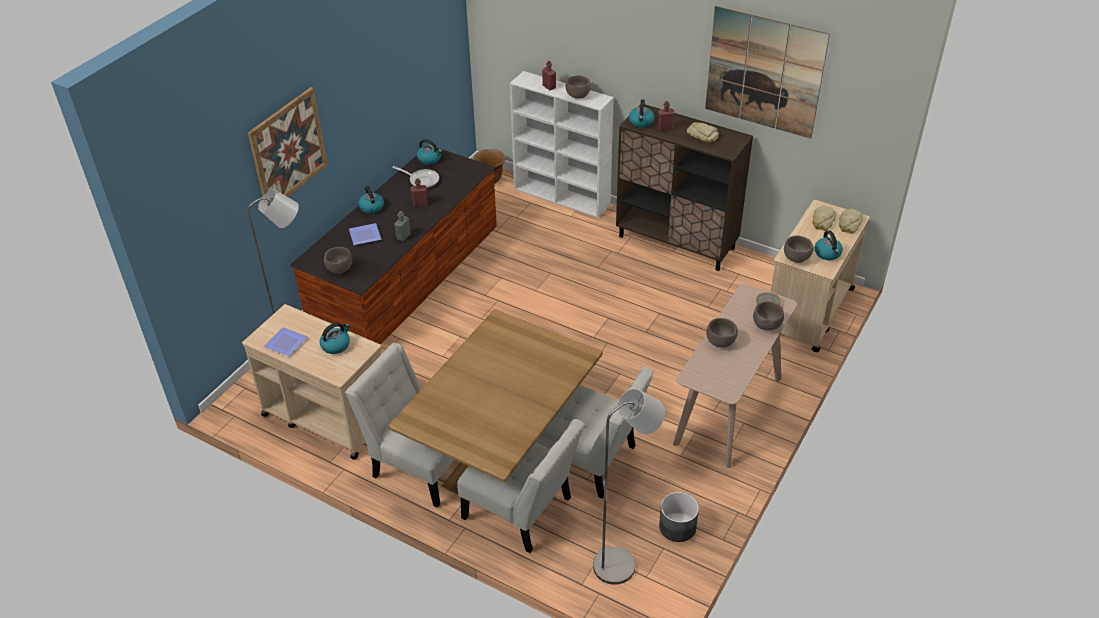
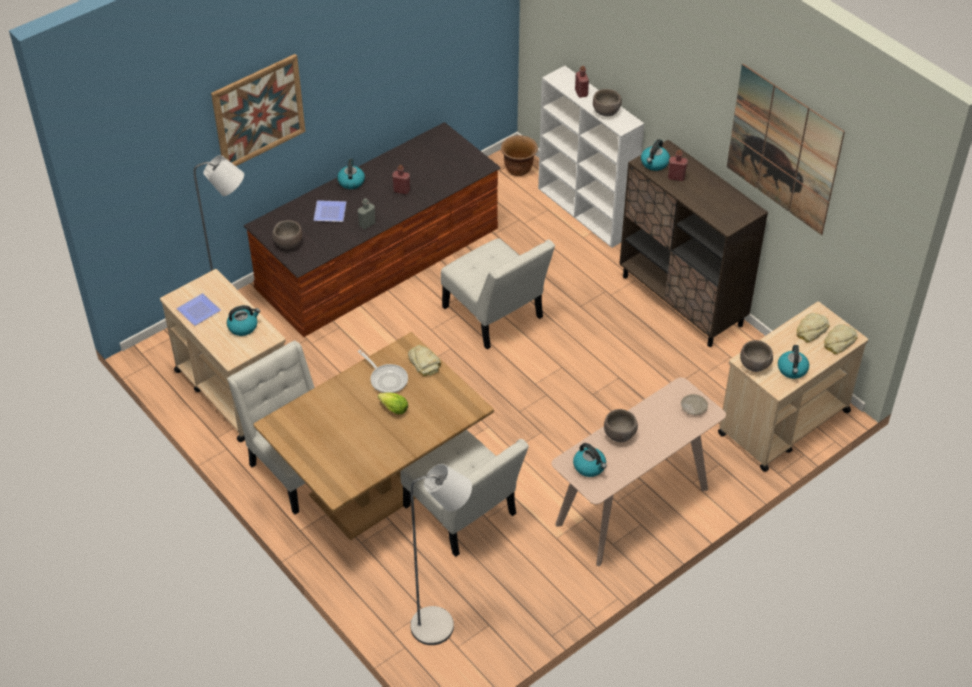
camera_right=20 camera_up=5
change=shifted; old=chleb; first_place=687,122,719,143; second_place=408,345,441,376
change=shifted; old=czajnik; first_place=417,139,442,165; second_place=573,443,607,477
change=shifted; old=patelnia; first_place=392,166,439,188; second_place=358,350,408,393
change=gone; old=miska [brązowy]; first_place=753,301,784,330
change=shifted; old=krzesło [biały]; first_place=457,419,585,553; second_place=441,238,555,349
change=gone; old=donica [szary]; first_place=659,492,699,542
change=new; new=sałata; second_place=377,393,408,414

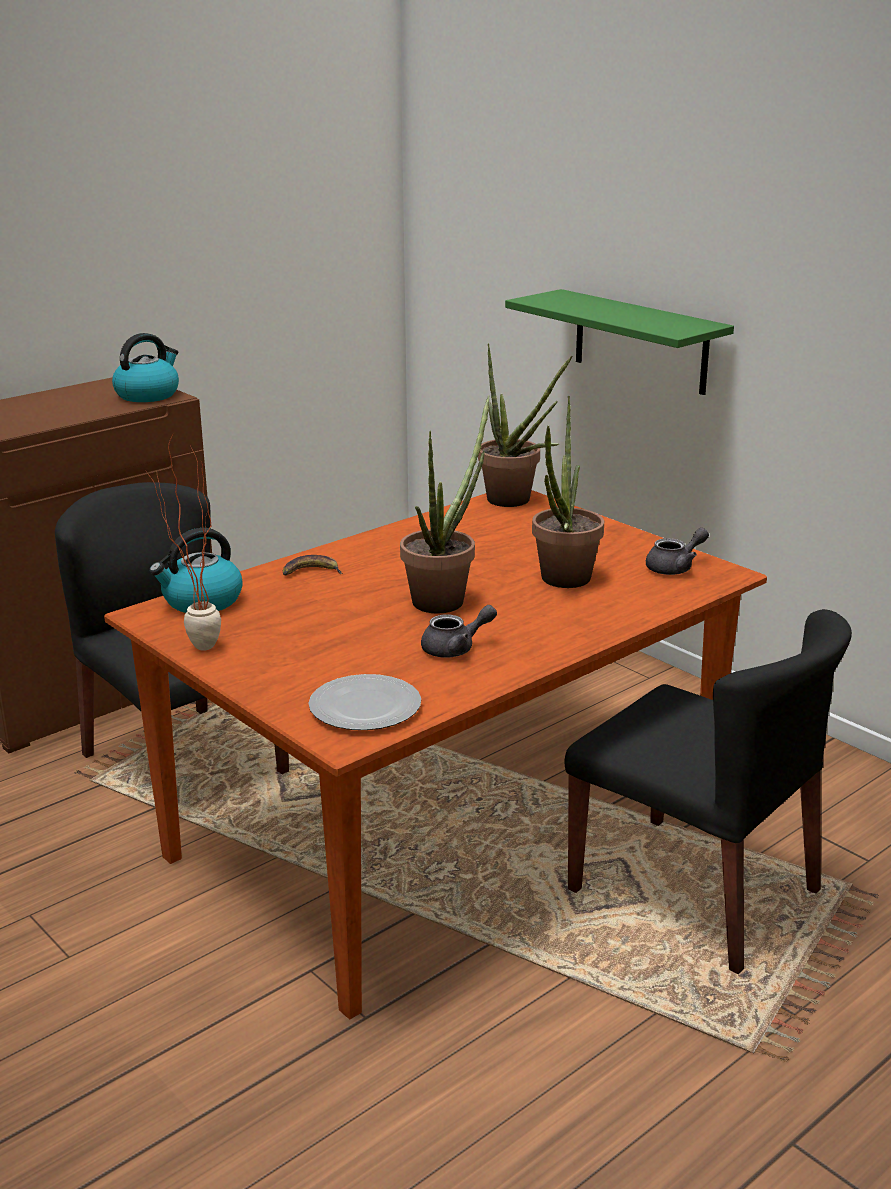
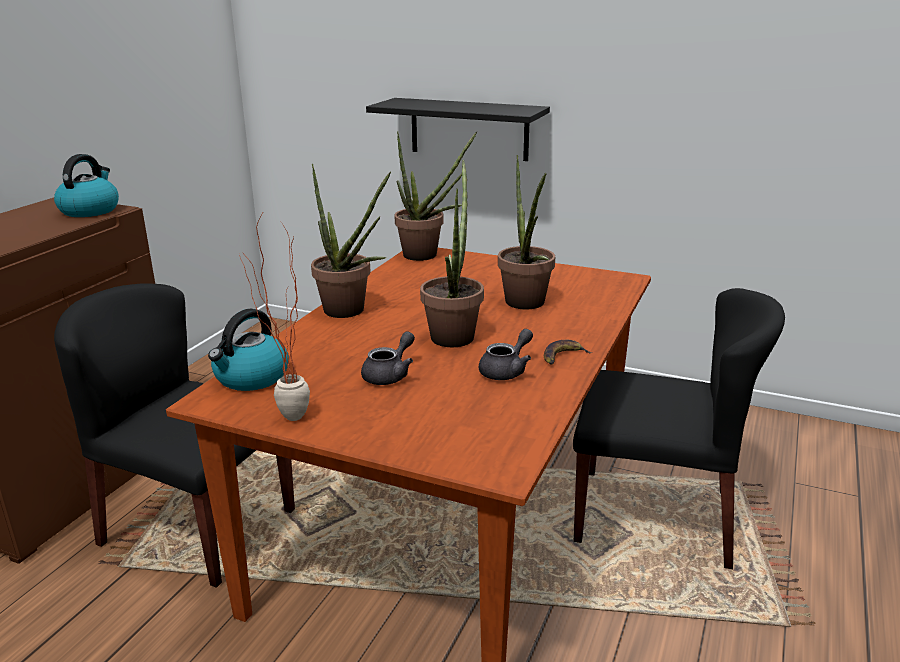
camera_right=-25 camera_up=0
change=repainted; old=półka [zielony]; new=półka [czarny]; first_place=505,289,734,395; second_place=366,98,550,161
change=shifted; old=imbryk [szary]; first_place=646,528,709,575; second_place=361,332,415,385
change=shifted; old=banan; first_place=283,555,343,575; second_place=544,340,592,364
change=gone; old=talerz; first_place=309,674,421,730
change=new; new=roślina doniczkowa; second_place=311,164,391,318

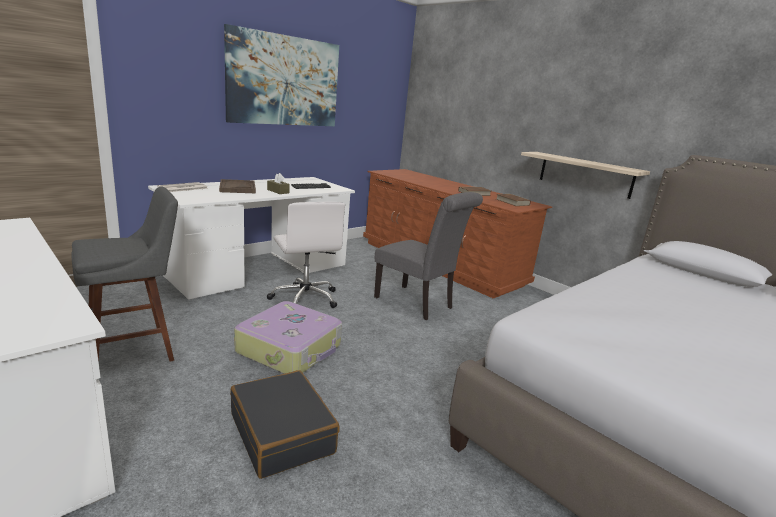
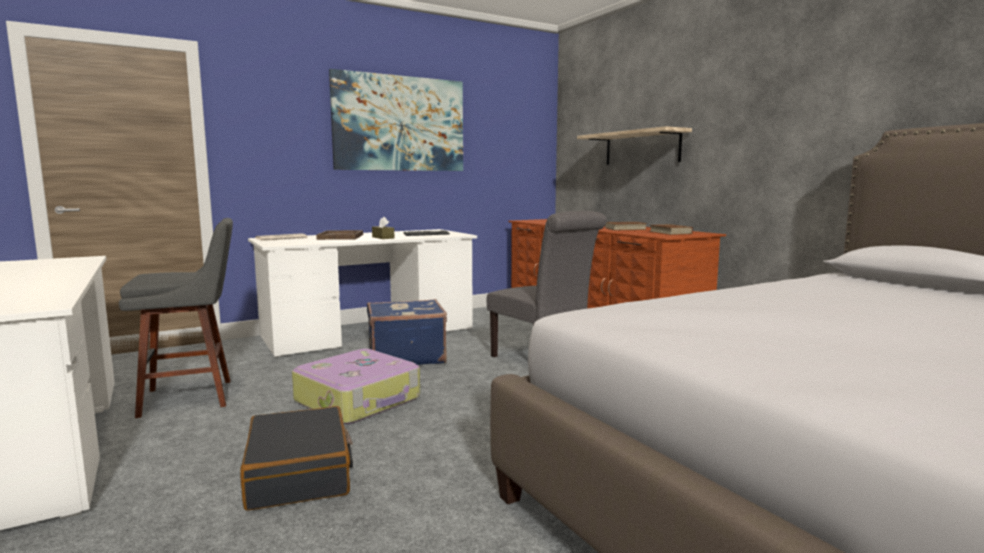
camera_right=15 camera_up=-10
change=shifted; old=półka; first_place=521,152,650,199; second_place=577,126,692,165
change=swapped; old=krzesło biurowe [biały]; new=walizka [niebieski]; first_place=267,202,345,308; second_place=367,299,447,365

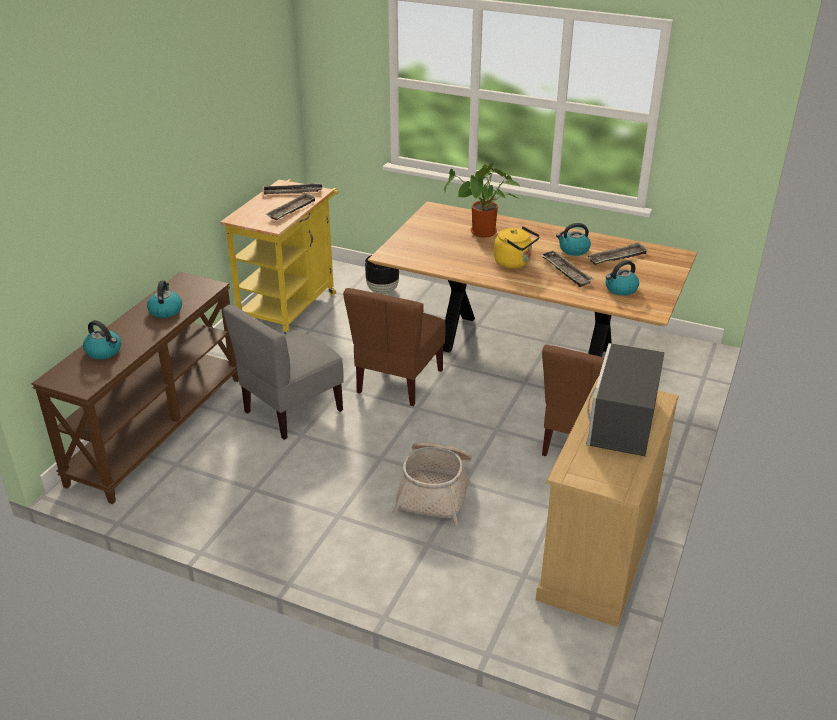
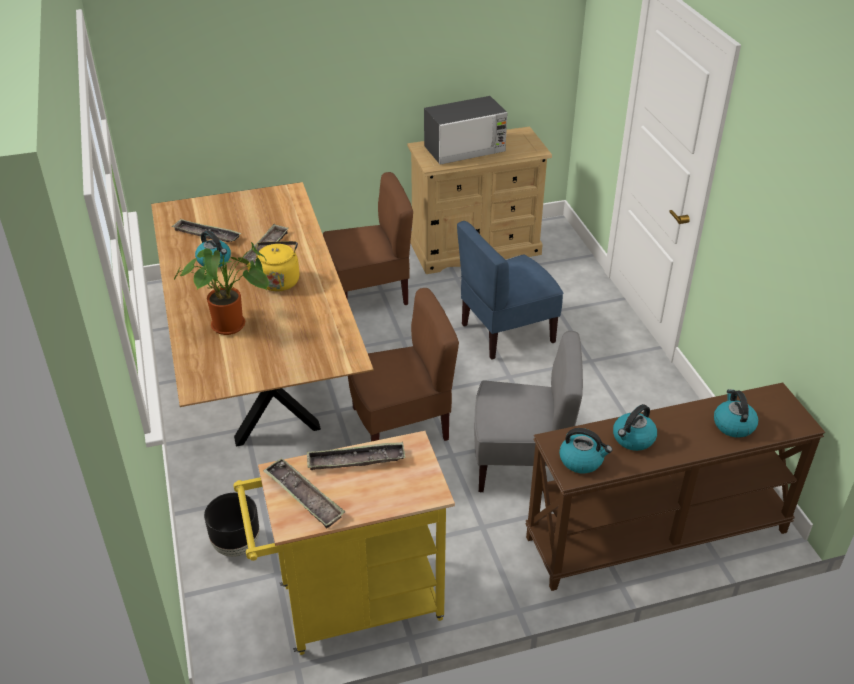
camera_right=-130 camera_up=5
change=shifted; old=czajnik; first_place=606,260,639,296; second_place=559,428,612,473
change=swapped; old=koszyk; new=krzesło [niebieski]; first_place=393,443,472,525; second_place=457,221,563,360

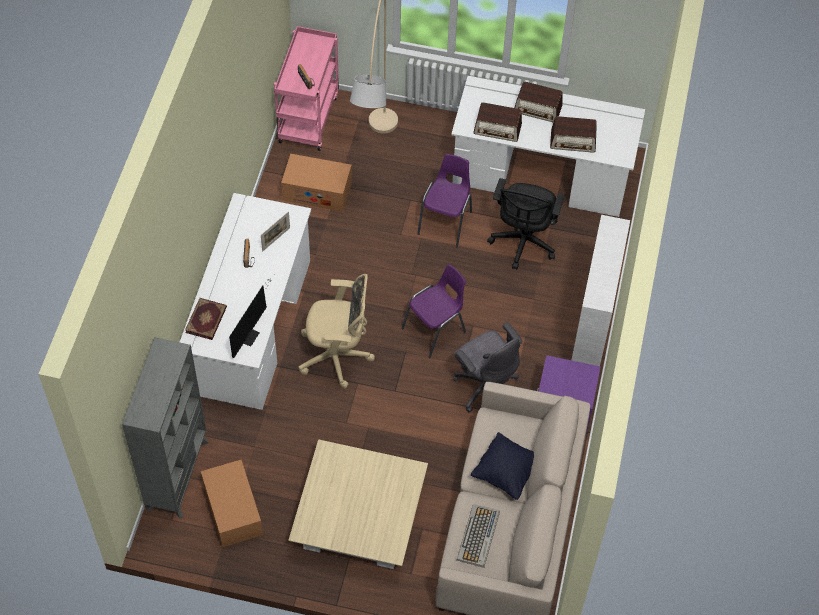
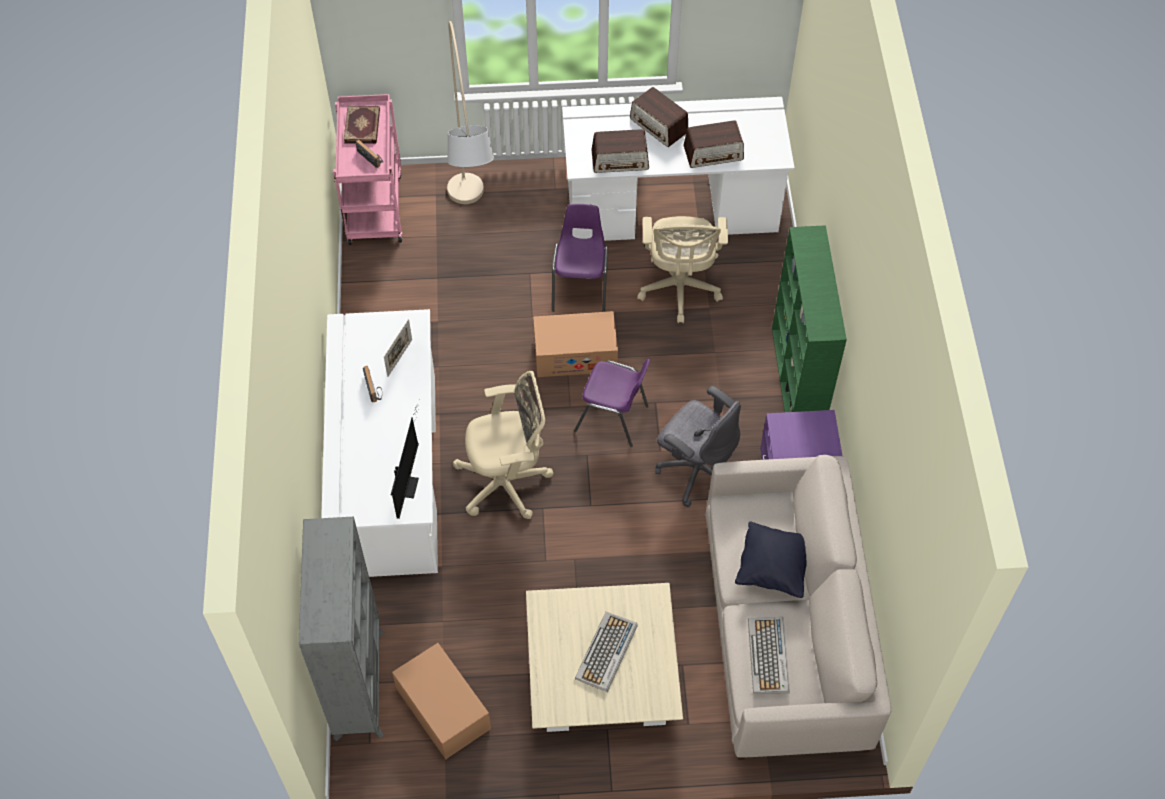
camera_right=-15 camera_up=0
change=rotated; old=radio; first_place=514,82,563,122; second_place=630,87,688,147; degrees=45
change=shifted; old=karton; first_place=281,154,352,212; second_place=533,311,618,377
change=repainted; old=krzesło biurowe [czarny]; new=krzesło biurowe [beżowy]; first_place=487,178,565,270; second_place=637,216,728,323
change=repainted; old=regał [biały]; new=regał [zielony]; first_place=572,215,630,366; second_place=772,225,847,412
change=rotated; old=krzesło [fioletowy]; first_place=402,264,466,358; second_place=574,359,651,447; degrees=75
change=shifted; old=książka; first_place=185,298,227,340; second_place=344,106,380,144
change=new; new=klawiatura; second_place=575,612,638,692

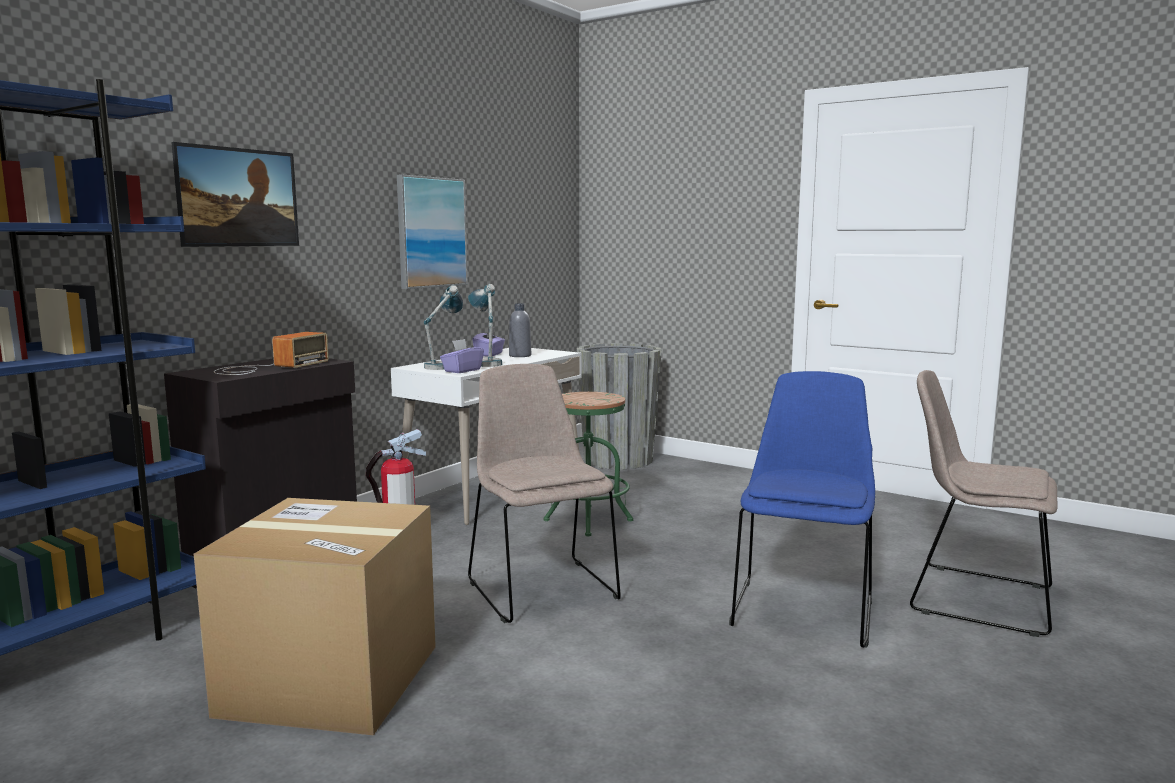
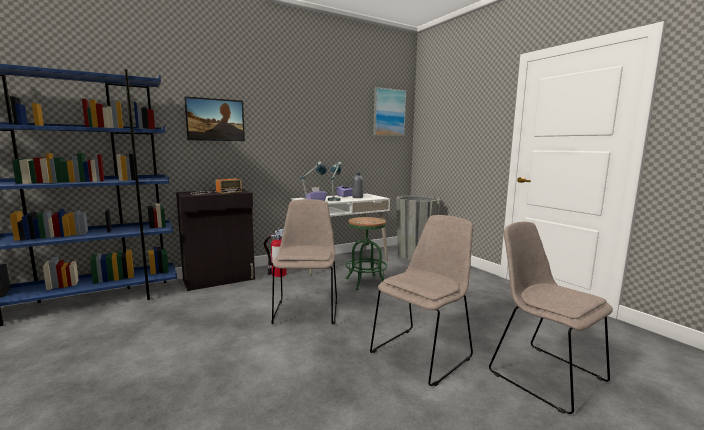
camera_right=25 camera_up=0
change=shifted; old=obraz; first_place=397,174,468,289; second_place=373,87,406,137
change=repainted; old=krzesło [niebieski]; new=krzesło [beżowy]; first_place=729,371,875,648; second_place=370,215,473,386
change=gone; old=karton; first_place=194,498,436,735

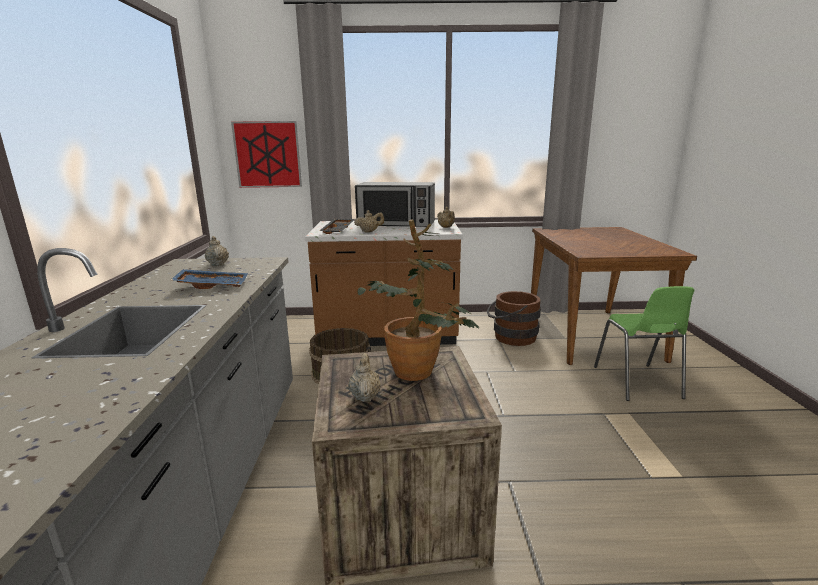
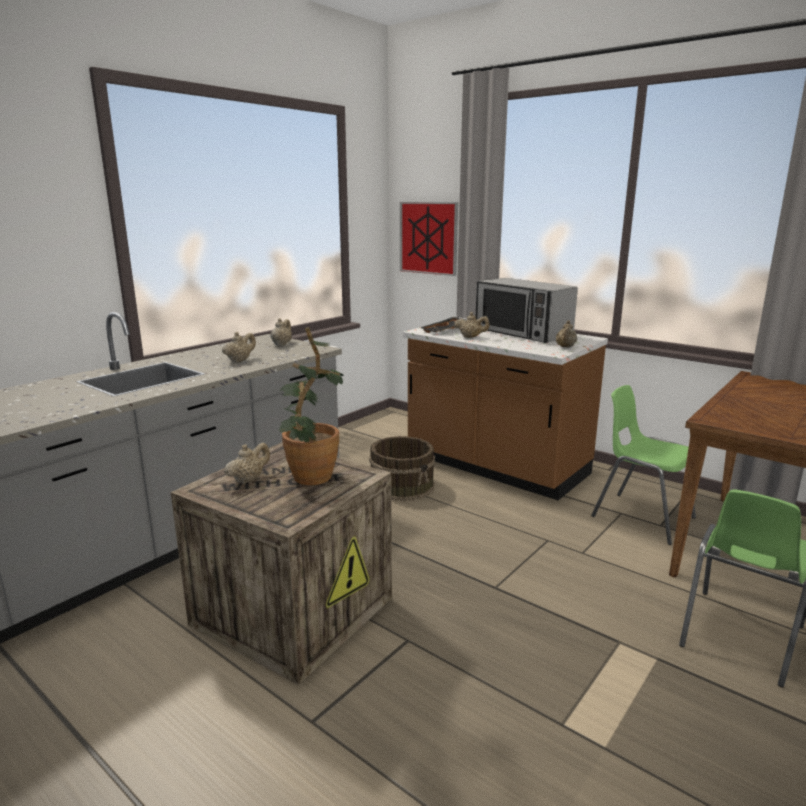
camera_right=40 camera_up=0
change=swapped; old=taca [niebieski]; new=imbryk [beżowy]; first_place=171,269,248,289; second_place=222,332,256,362
change=swapped; old=wiadro [brązowy]; new=krzesło [zielony]; first_place=487,291,541,346; second_place=591,385,696,545

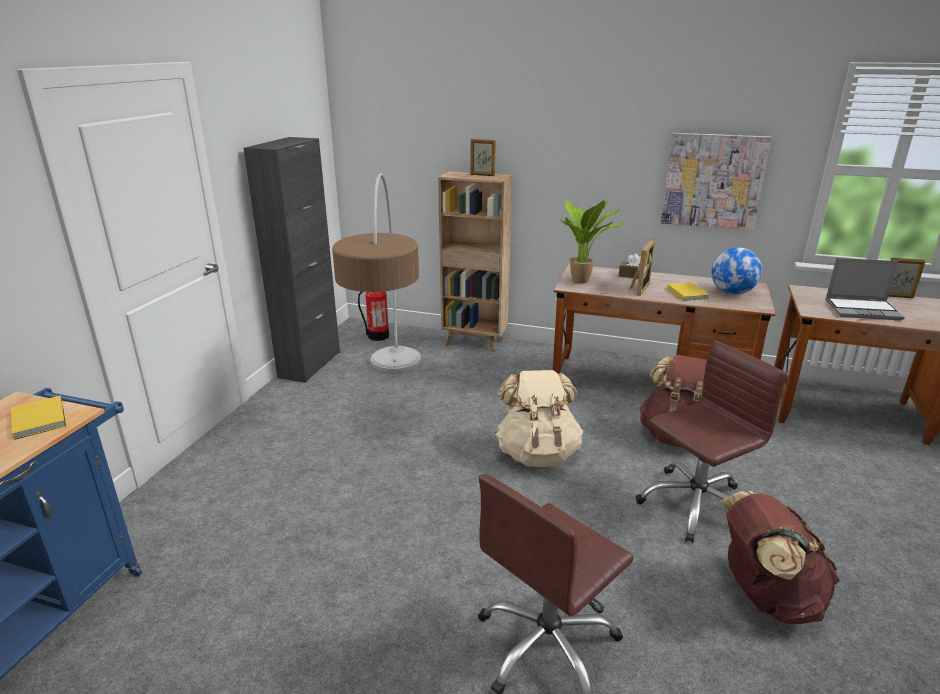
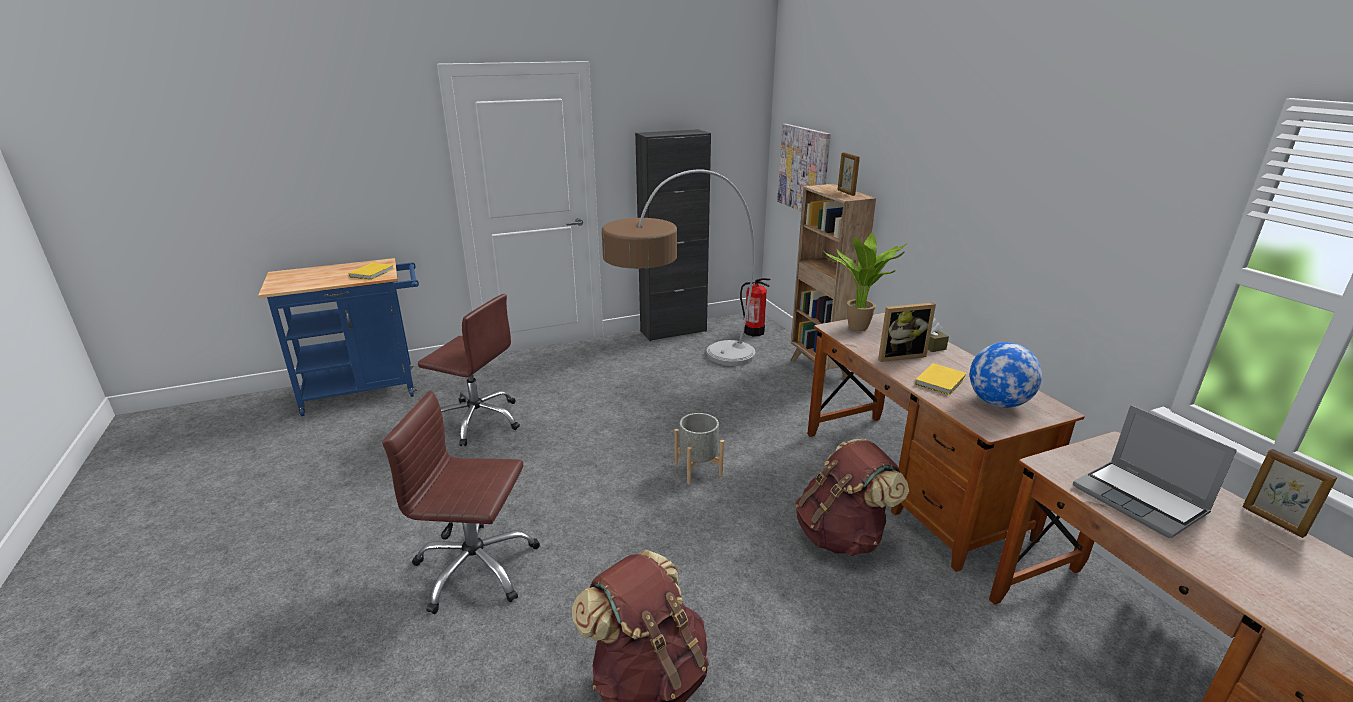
camera_right=50 camera_up=0
change=shifted; old=obraz; first_place=661,133,771,230; second_place=777,124,831,211
change=shifted; old=krzesło biurowe [brązowy]; first_place=636,340,788,543; second_place=418,294,520,446
change=swapped; old=plecak [beżowy]; new=donica [szary]; first_place=495,370,583,467; second_place=674,413,724,484

